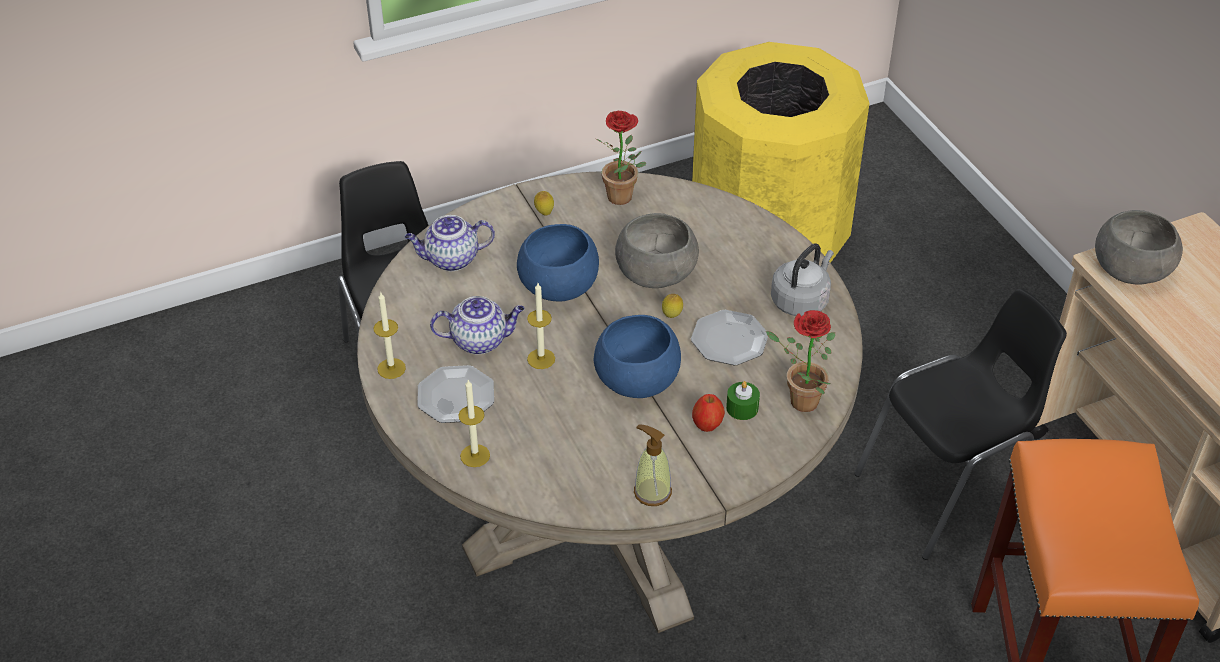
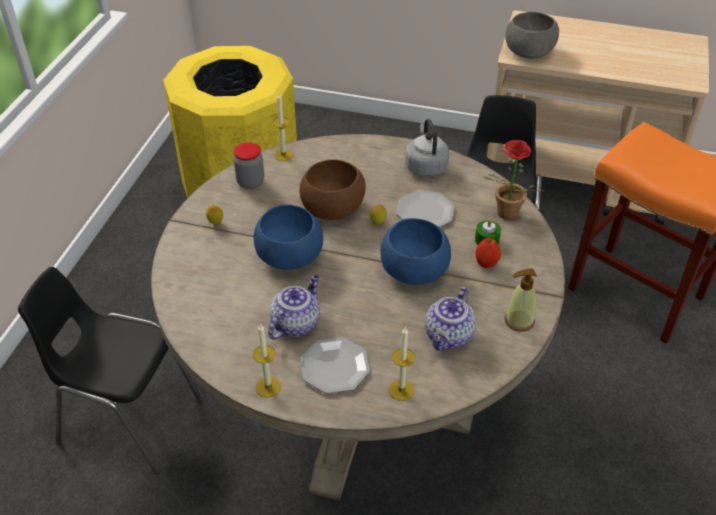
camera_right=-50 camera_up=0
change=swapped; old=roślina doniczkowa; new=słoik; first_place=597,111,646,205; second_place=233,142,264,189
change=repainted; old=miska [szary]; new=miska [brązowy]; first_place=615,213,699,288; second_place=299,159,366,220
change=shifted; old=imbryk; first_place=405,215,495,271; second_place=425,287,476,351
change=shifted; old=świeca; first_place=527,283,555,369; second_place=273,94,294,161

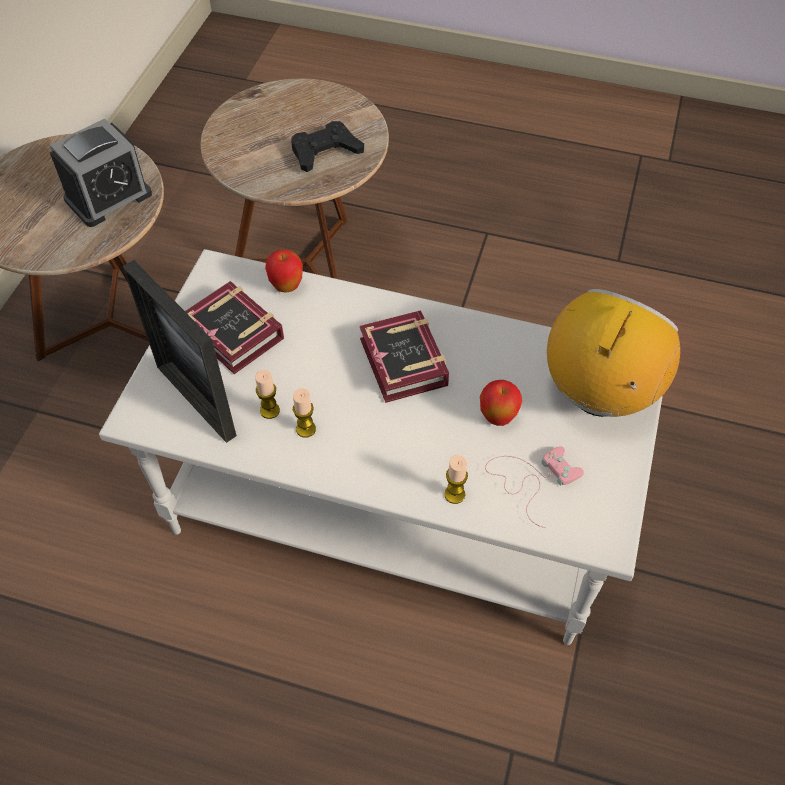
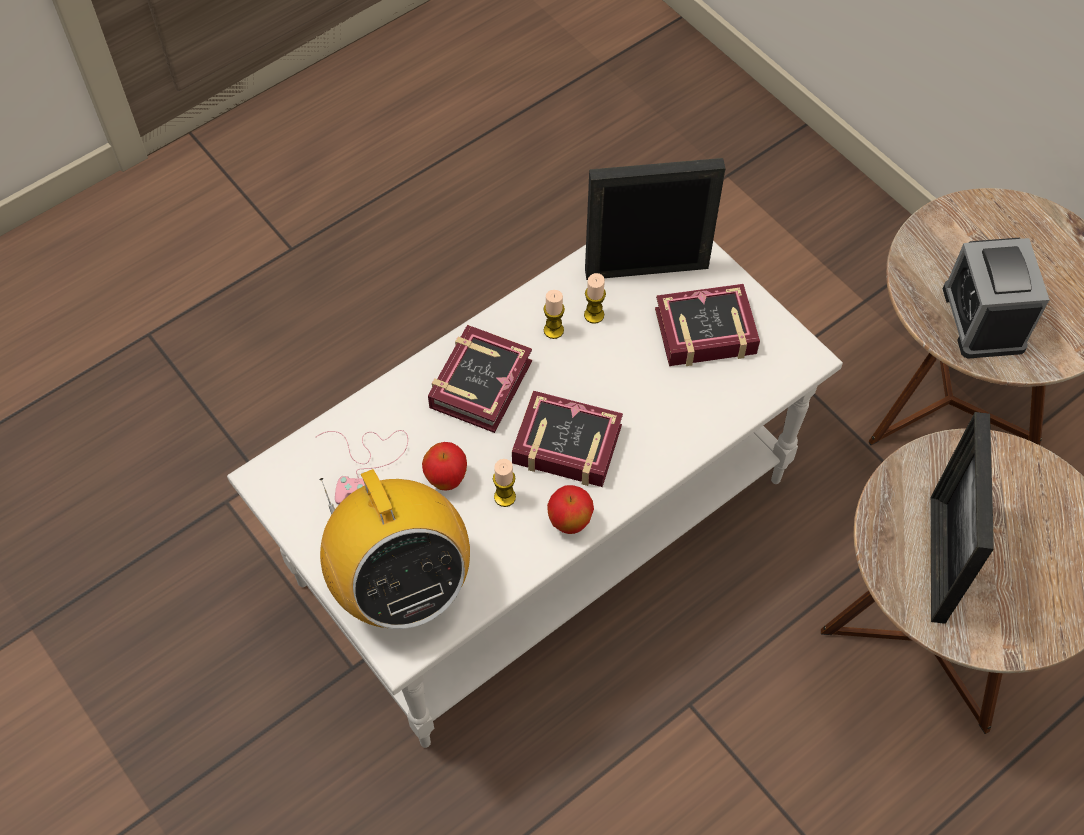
camera_right=125 camera_up=5
change=swapped; old=pad do gier [czarny]; new=ramka na zdjęcie; first_place=291,121,364,172; second_place=931,412,994,624
change=shifted; old=jabłko; first_place=265,249,303,292; second_place=547,485,594,534
change=shifted; old=świeca; first_place=444,455,468,504; second_place=493,459,516,507
change=new; new=książka; second_place=428,325,532,433

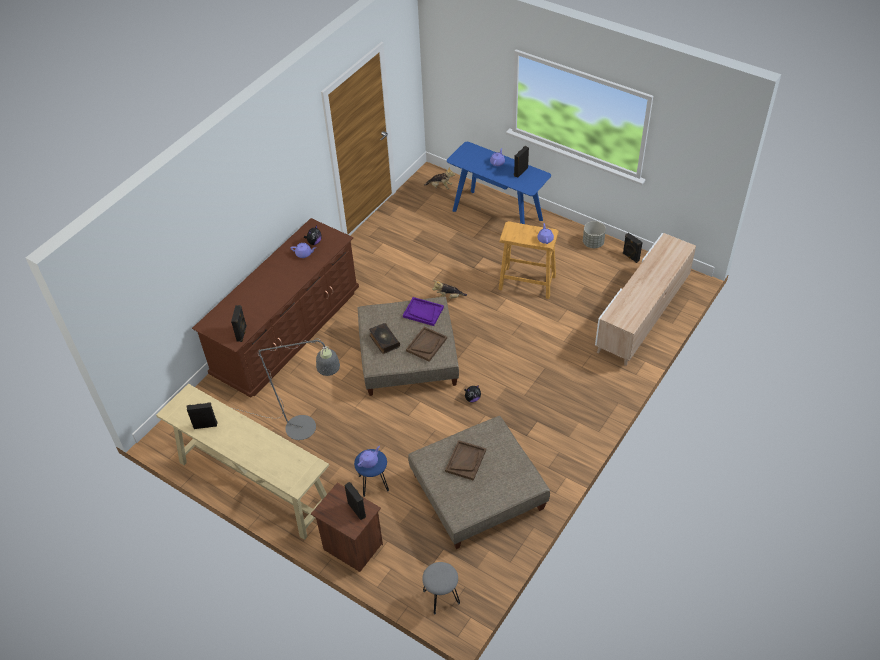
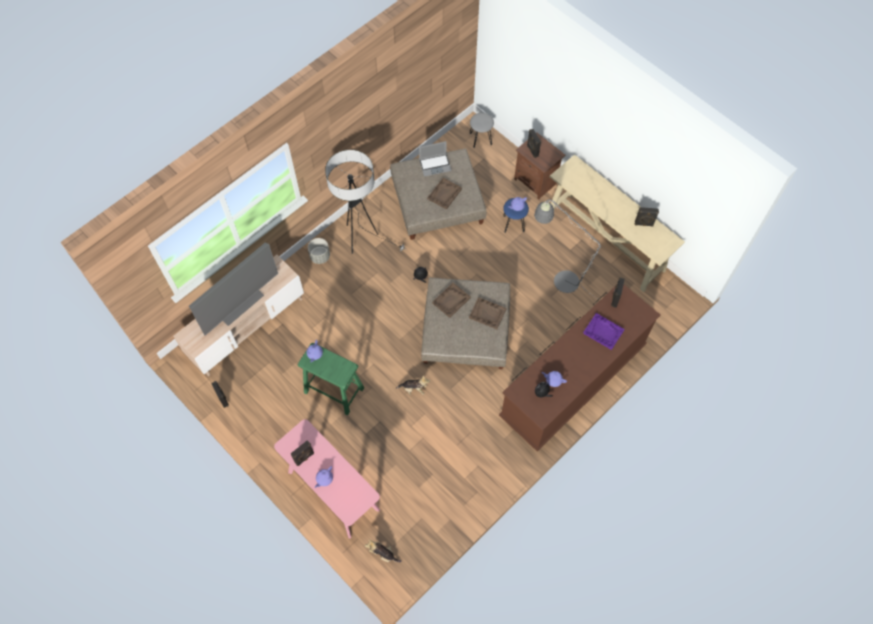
camera_right=-170 camera_up=15
change=repainted; old=stolik konsolowy [niebieski]; new=stolik konsolowy [różowy]; first_place=447,142,551,224; second_place=274,419,380,539
change=repainted; old=stołek [beżowy]; new=stołek [zielony]; first_place=498,221,559,299; second_place=298,343,364,415
change=shifted; old=donica [szary]; first_place=583,221,606,248; second_place=308,238,330,264
change=shifted; old=taca [fioletowy]; first_place=403,297,444,326; second_place=583,313,625,350
change=swapped; old=książka; new=taca [brązowy]; first_place=369,323,400,354; second_place=469,297,507,329
change=new; new=laptop; second_place=419,141,452,177
change=new; new=lampa stojąca; second_place=325,150,405,254
change=new; new=telewizor; second_place=189,242,278,336

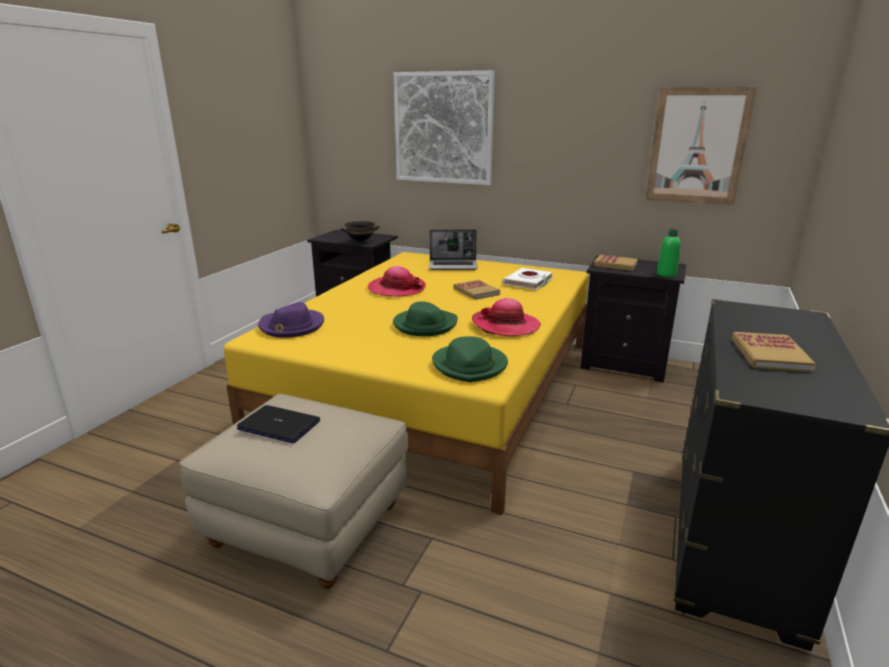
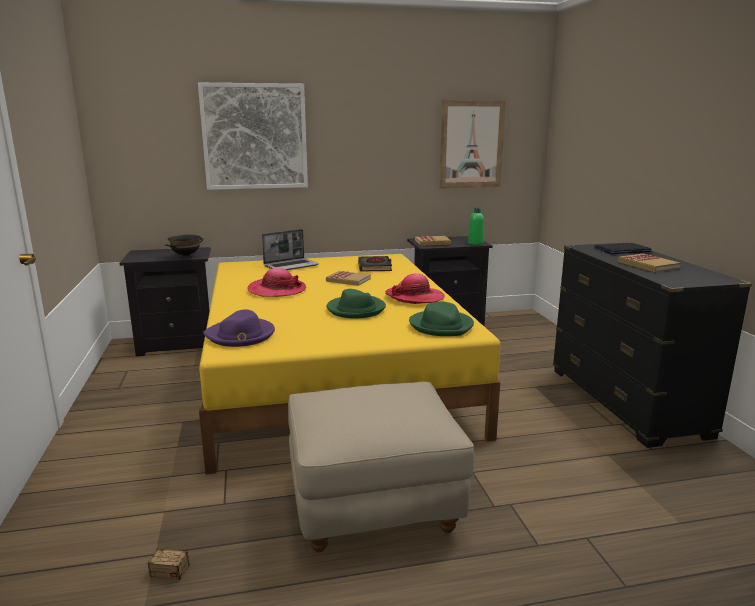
camera_right=-35 camera_up=-5
change=repainted; old=książka [biały]; new=książka [czarny]; first_place=503,268,553,290; second_place=358,256,392,272
change=shifted; old=laptop; first_place=237,405,320,443; second_place=594,243,652,254
change=new; new=pojemnik do przechowywania; second_place=147,522,225,581

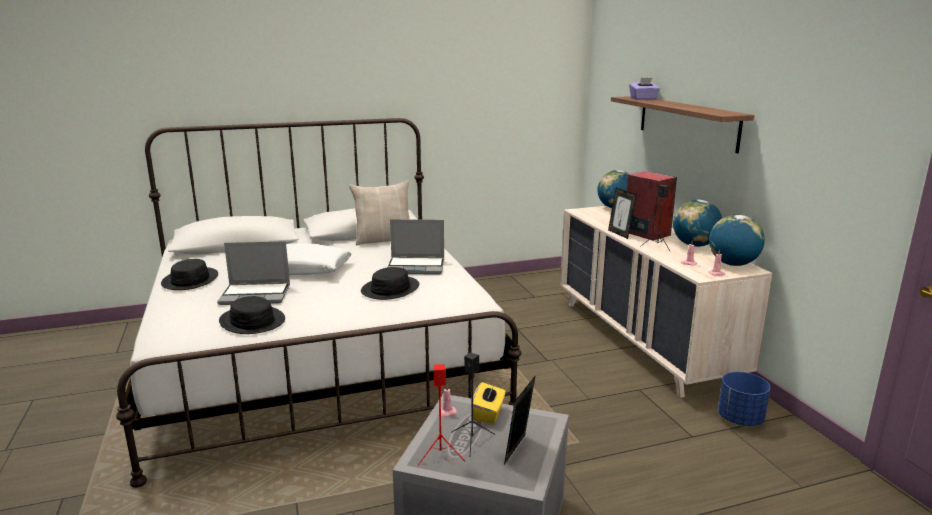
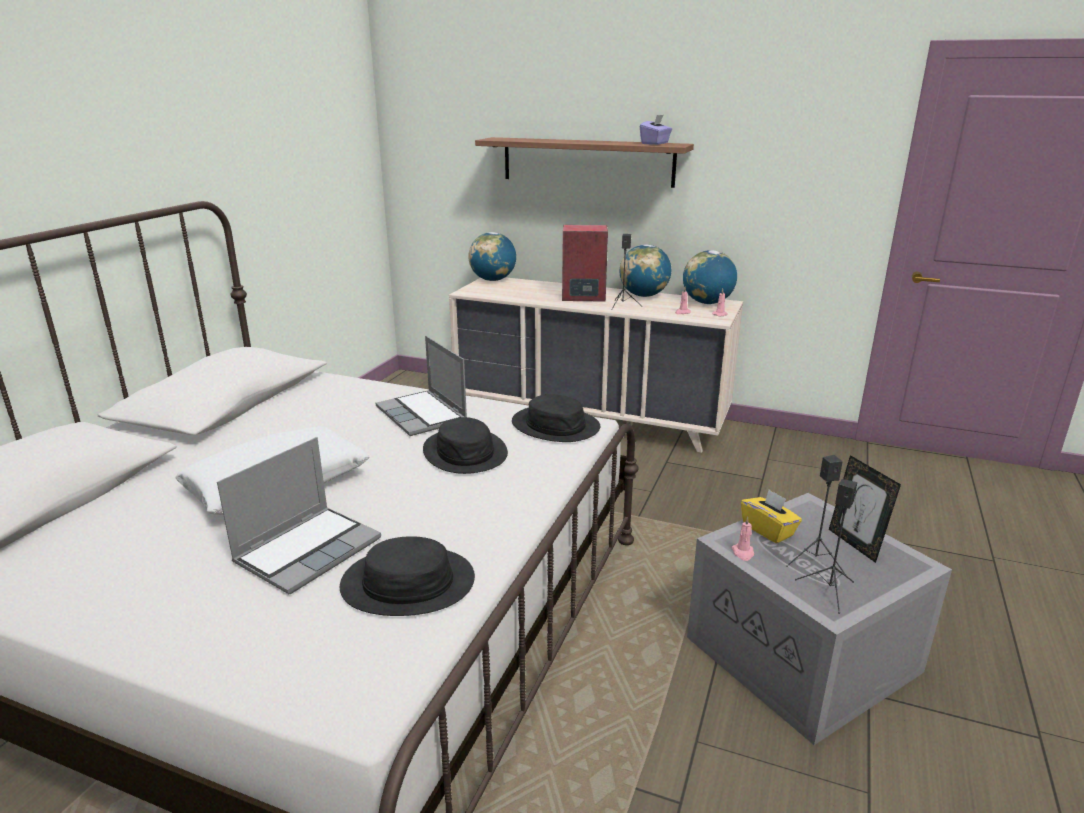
camera_right=-50 camera_up=5
change=shifted; old=pudełko chusteczek [fioletowy]; first_place=629,78,660,100; second_place=640,115,672,145
change=gone; old=poduszka [beżowy]; first_place=349,181,409,245
change=gone; old=ramka na zdjęcie; first_place=608,188,636,239
change=rotated; old=laptop; first_place=388,219,444,275; second_place=376,336,467,436; degrees=105
change=shifted; old=kapelusz [czarny]; first_place=161,259,218,290; second_place=512,394,600,442
change=repainted; old=głośnik [czerwony]; new=głośnik [czarny]; first_place=418,364,466,465; second_place=795,479,857,614
change=gone; old=donica [niebieski]; first_place=718,372,771,426

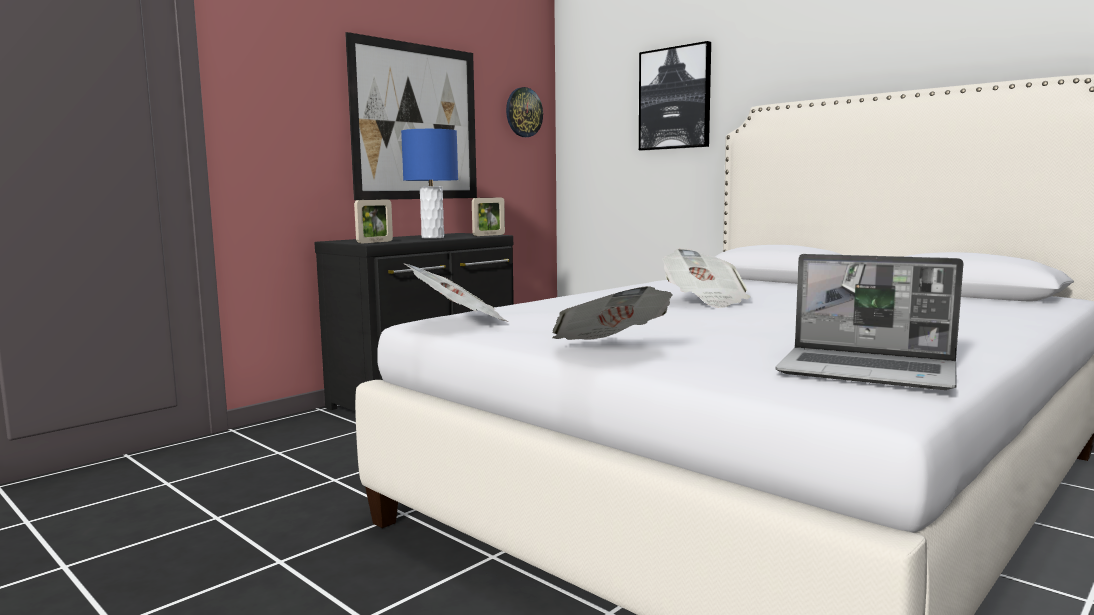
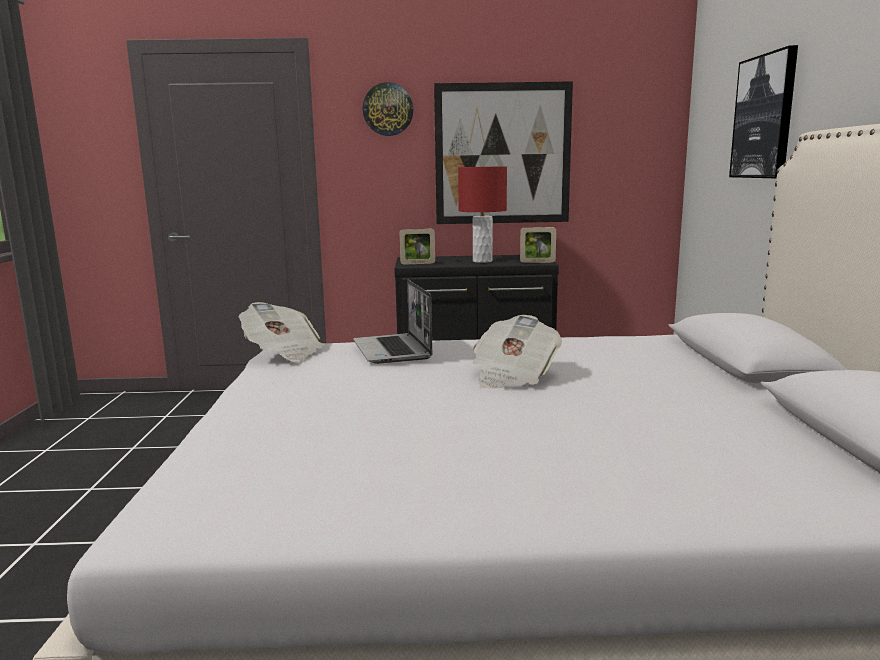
camera_right=45 camera_up=5
change=shifted; old=zegar ścienny; first_place=506,87,543,137; second_place=363,82,413,136
change=repainted; old=lampa stołowa [niebieski]; new=lampa stołowa [czerwony]; first_place=401,129,458,239; second_place=458,166,507,263
change=shifted; old=laptop; first_place=775,254,964,390; second_place=353,280,432,364
change=gone; old=gazeta; first_place=552,286,673,340

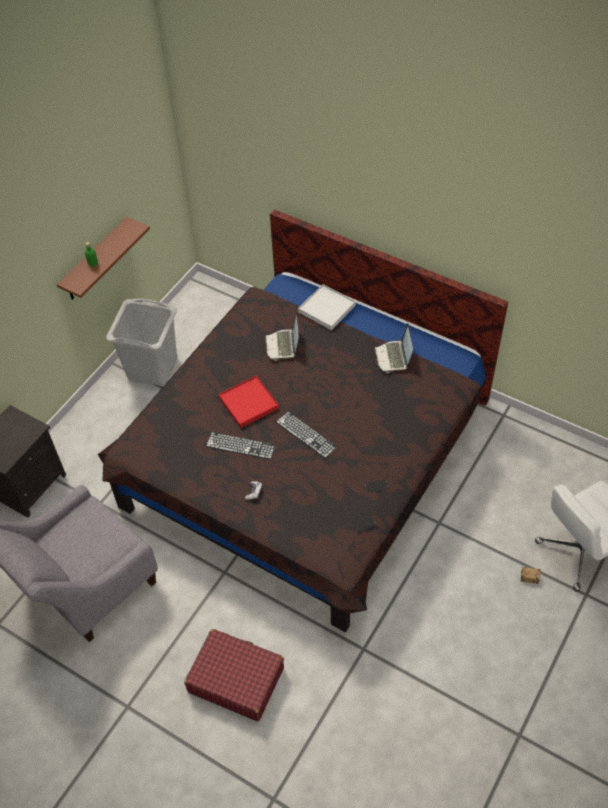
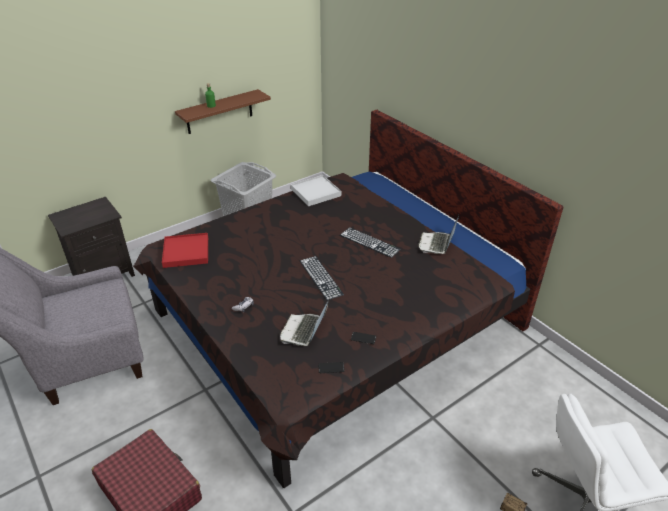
camera_right=20 camera_up=-15
change=shifted; old=taca [biały]; first_place=298,284,356,330; second_place=291,175,341,206
change=shifted; old=laptop; first_place=265,312,299,361; second_place=280,297,330,346
change=shifted; old=taca [czerwony]; first_place=218,375,279,428; second_place=162,233,208,268
change=shifted; old=klawiatura; first_place=206,432,275,460; second_place=340,227,400,258

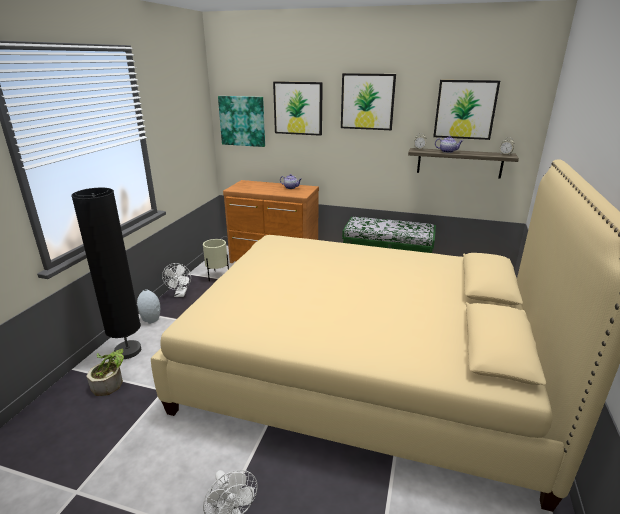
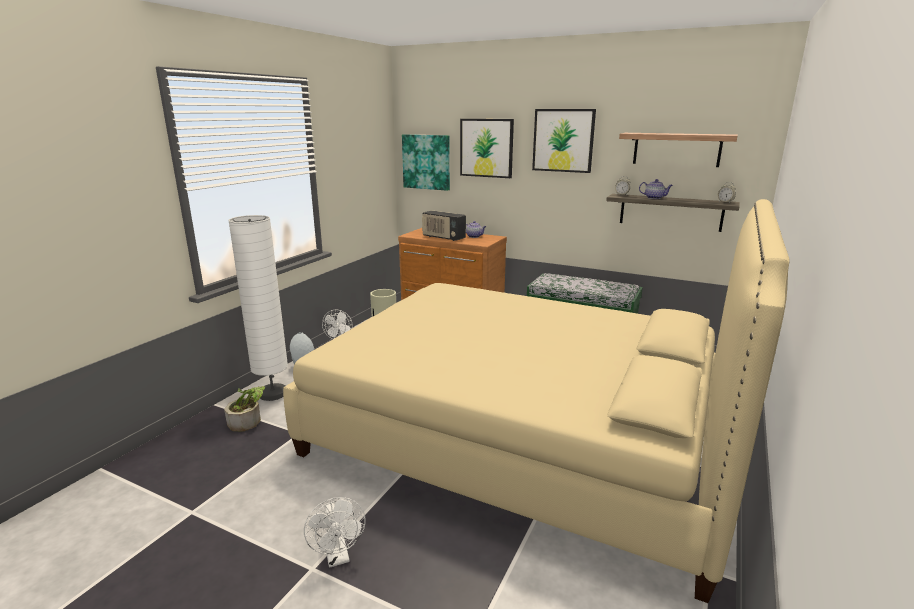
camera_right=10 camera_up=-5
change=swapped; old=obraz; new=półka; first_place=433,80,500,140; second_place=619,133,738,167
change=repainted; old=lampa stojąca [czarny]; new=lampa stojąca [biały]; first_place=71,188,141,359; second_place=228,215,288,401
change=new; new=radio; second_place=422,210,466,241

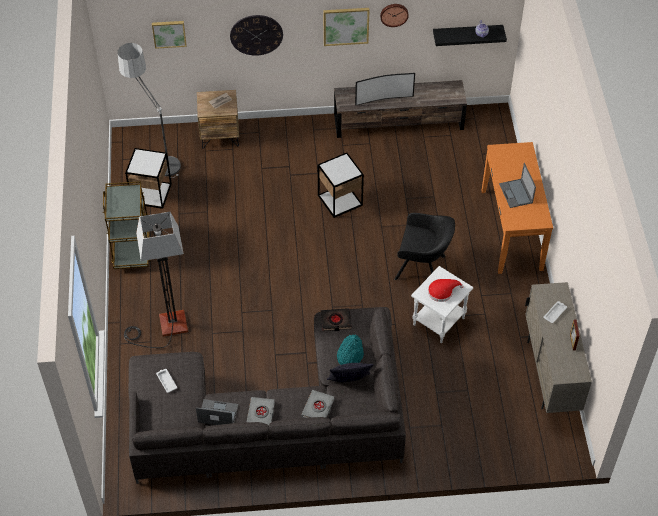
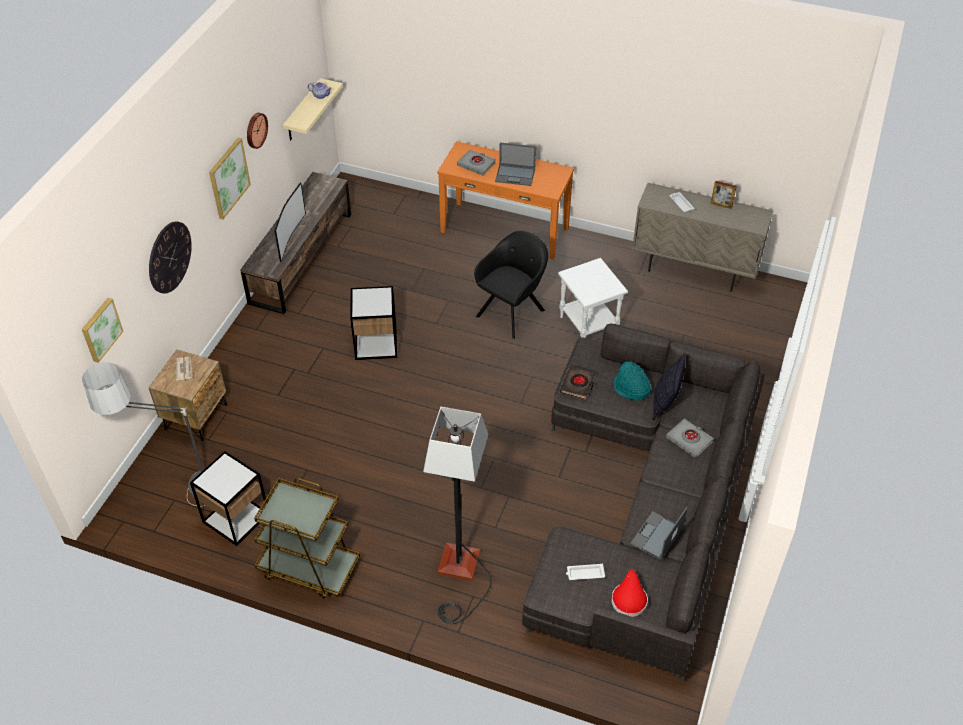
camera_right=-65 camera_up=-5
change=repainted; old=półka [czarny]; new=półka [beżowy]; first_place=433,25,507,46; second_place=283,78,343,140
change=shifted; old=kapelusz [czerwony]; first_place=428,279,464,302; second_place=611,569,648,617
change=shifted; old=książka [szary]; first_place=247,397,275,426; second_place=457,150,496,176

